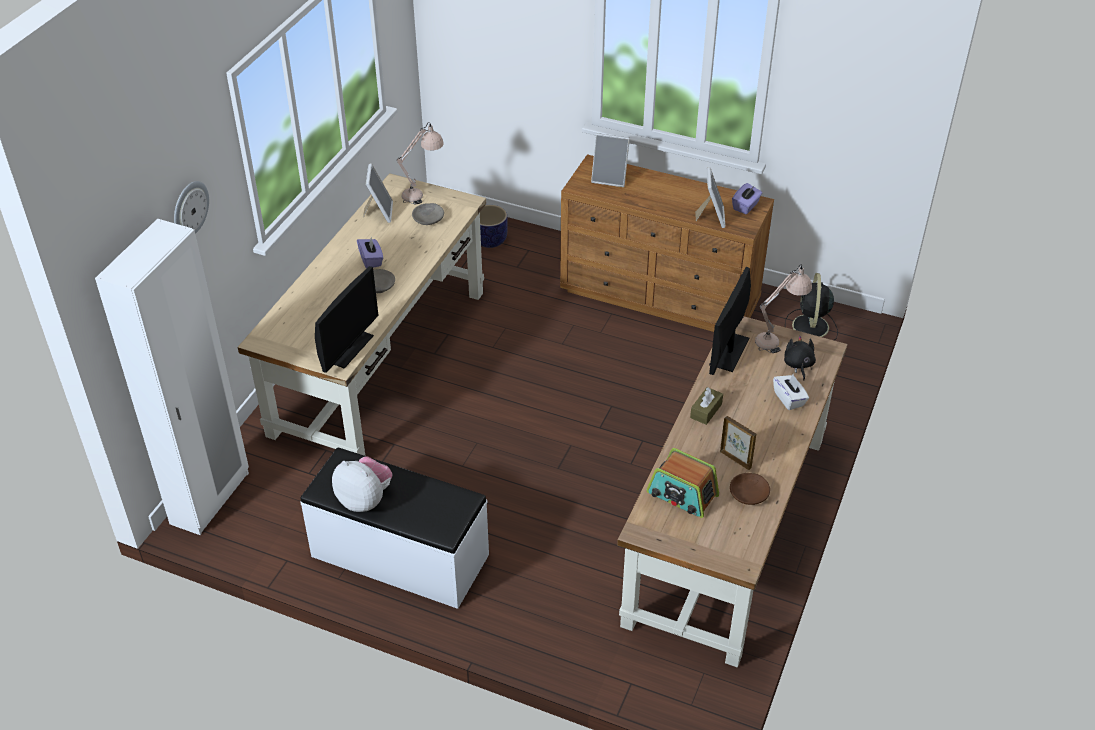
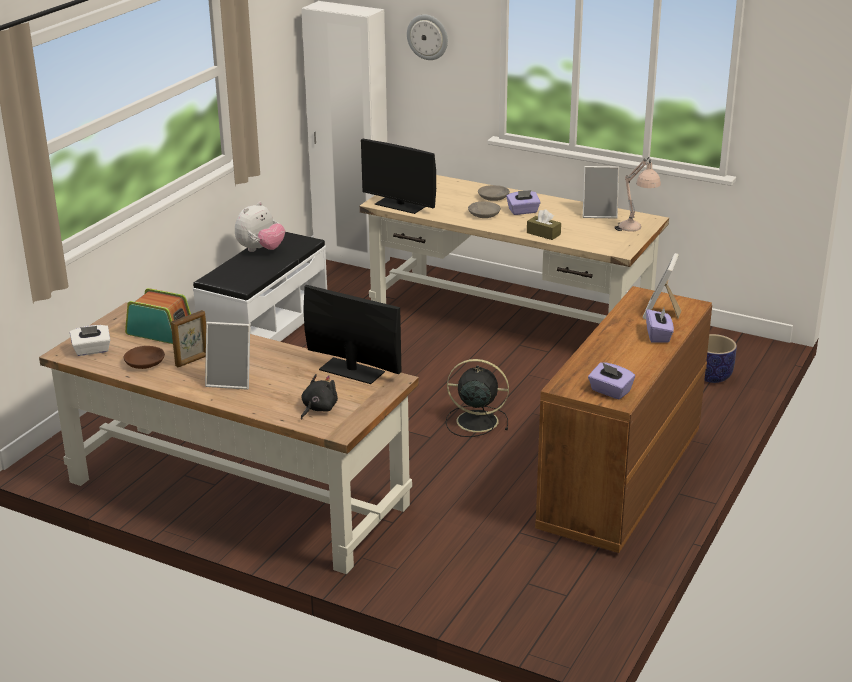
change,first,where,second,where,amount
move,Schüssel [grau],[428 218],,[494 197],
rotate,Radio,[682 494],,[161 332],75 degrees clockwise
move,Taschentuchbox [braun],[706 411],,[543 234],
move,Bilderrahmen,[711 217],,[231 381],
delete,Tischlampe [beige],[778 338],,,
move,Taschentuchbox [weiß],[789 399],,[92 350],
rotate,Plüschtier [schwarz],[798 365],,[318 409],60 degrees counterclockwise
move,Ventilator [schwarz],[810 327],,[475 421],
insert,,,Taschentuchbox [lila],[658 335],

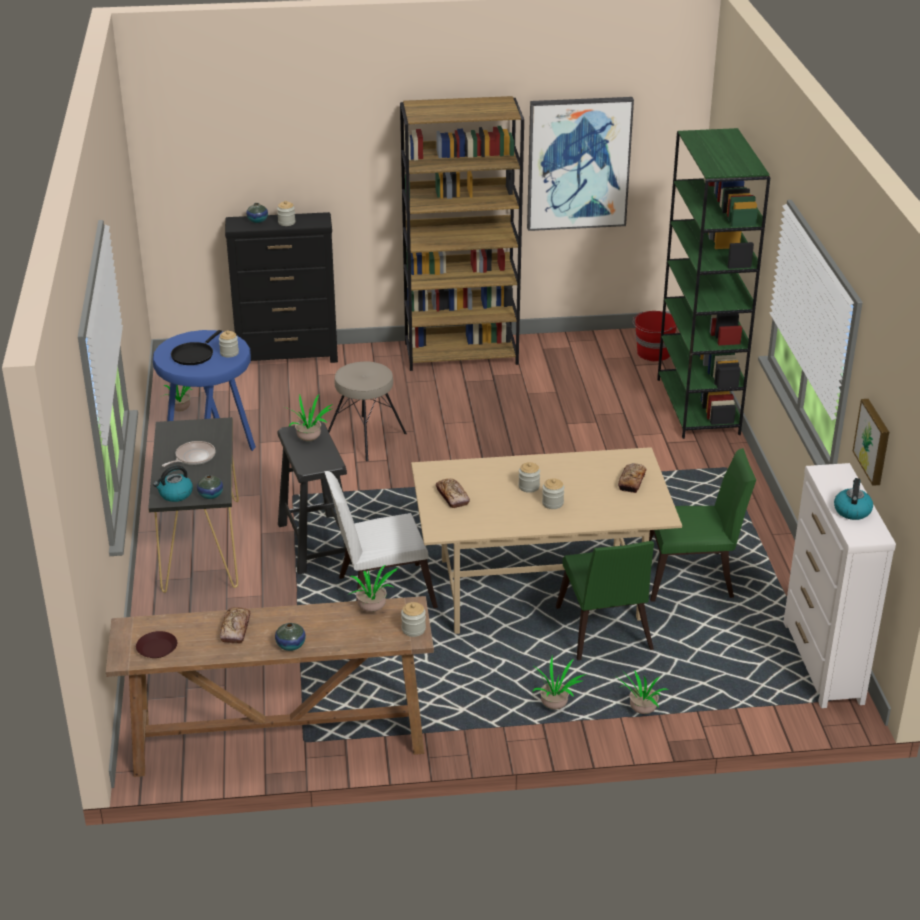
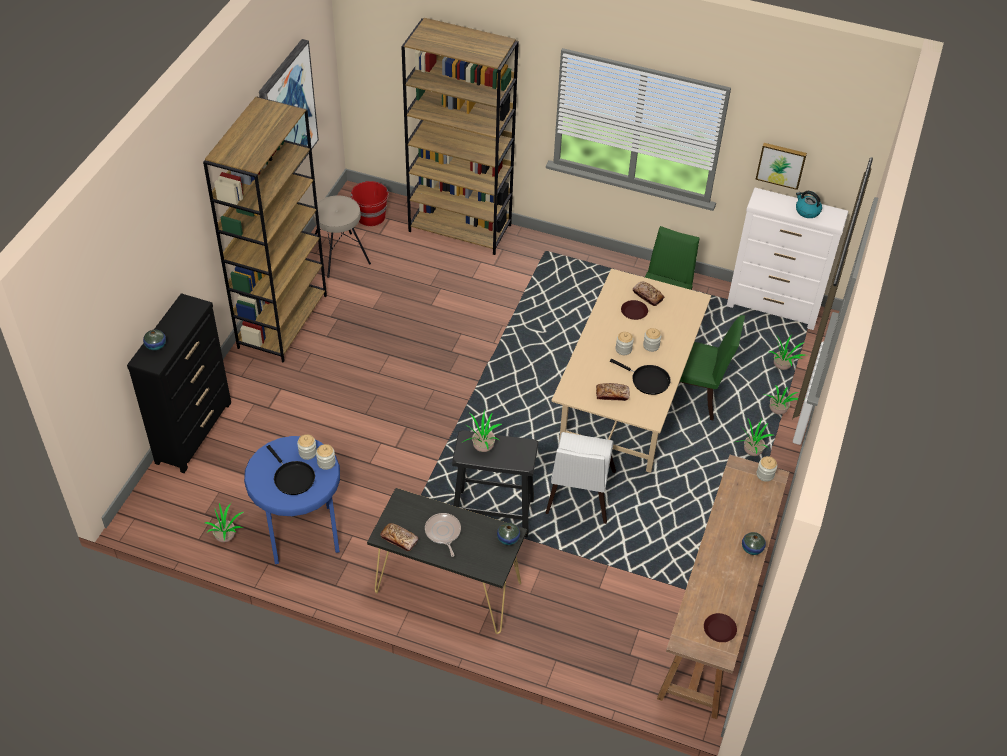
change,first,where,second,where,amount
delete,Wasserkessel,[175 494],,,
move,Brot,[235 629],,[399 539],
move,Vorratsglas,[286 222],,[326 462],
move,Hocker [beige],[365 438],,[340 254],
move,Topfpflanze,[373 610],,[782 366],
recolor,Bücherregal [grün],[698 406],Bücherregal [braun],[460 228],
insert,,,Pfanne [schwarz],[647 380],
insert,,,Teller [braun],[634 312],

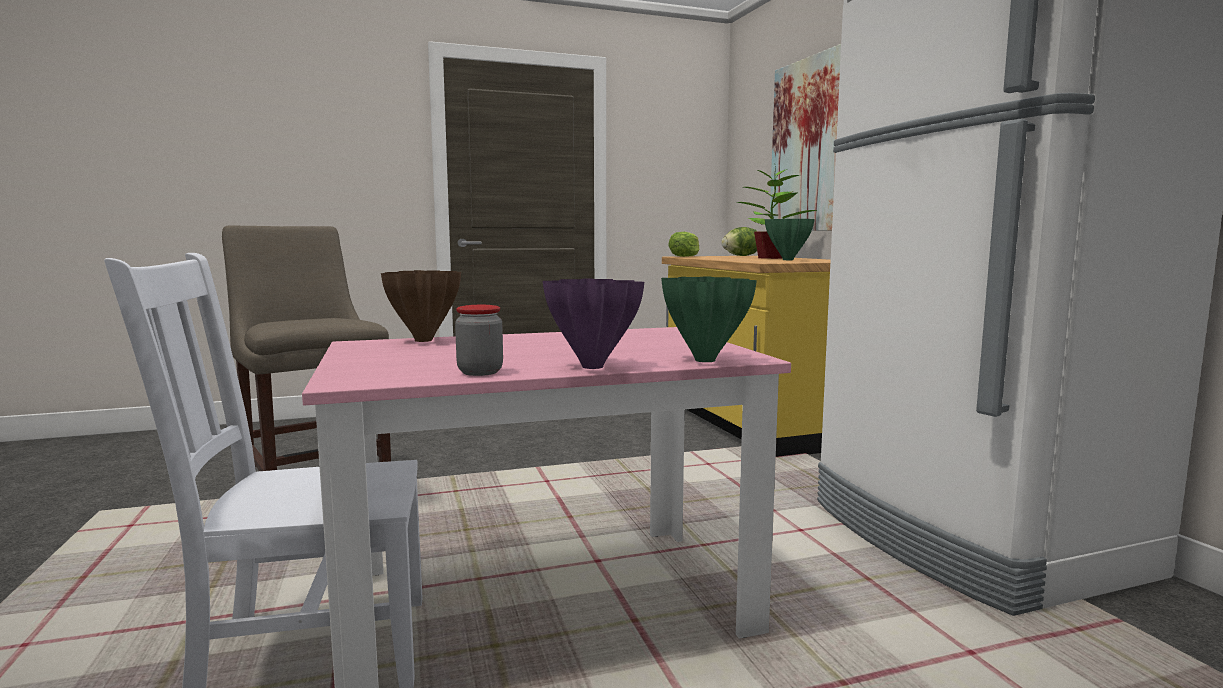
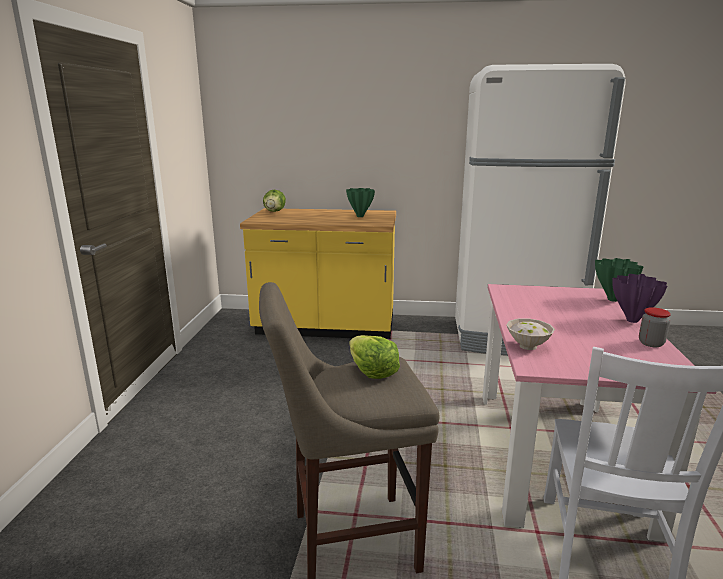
change,first,where,second,where,amount
replace,Vase [braun],[423 340],Schüssel [weiß],[527 346],
move,Salatkopf,[685 256],,[372 371],
delete,Topfpflanze,[770 258],,,
delete,Bild,[807 146],,,

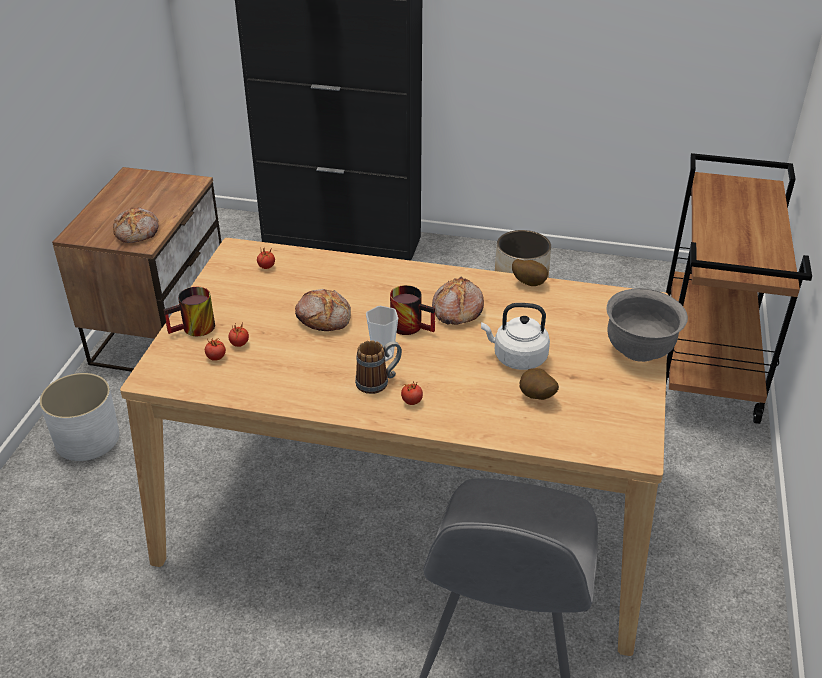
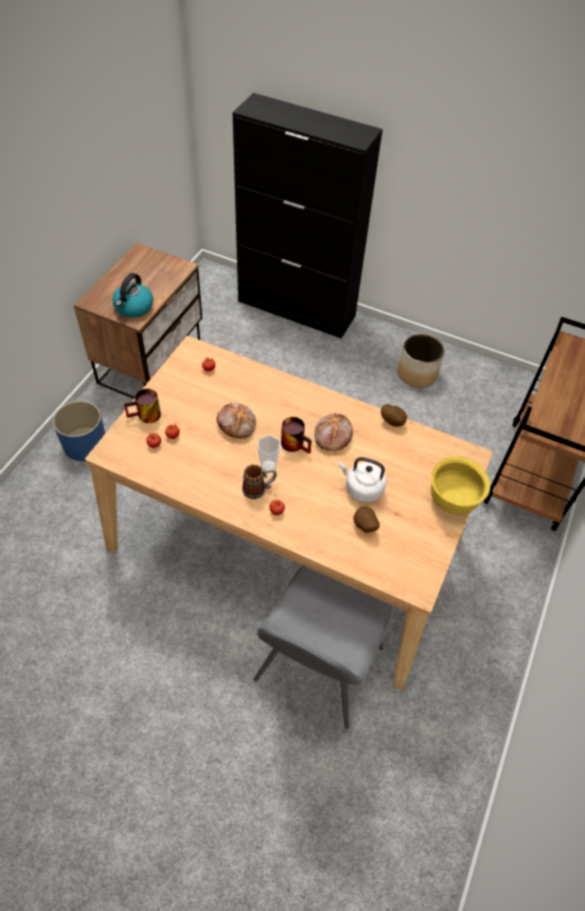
change,first,where,second,where,amount
recolor,Pflanzkübel [weiß],[87 439],Pflanzkübel [blau],[84 444],
replace,Brot,[138 232],Wasserkessel,[133 307],
recolor,Schüssel [grau],[639 350],Schüssel [gelb],[452 500],

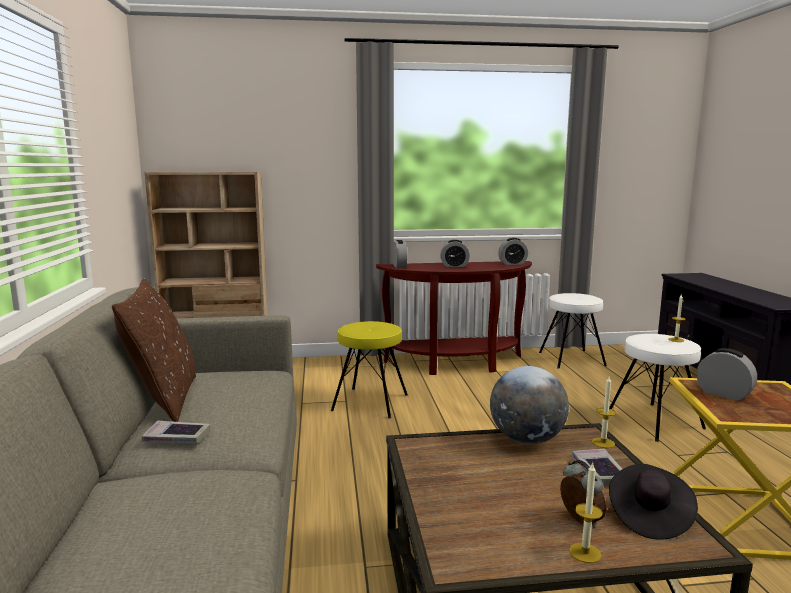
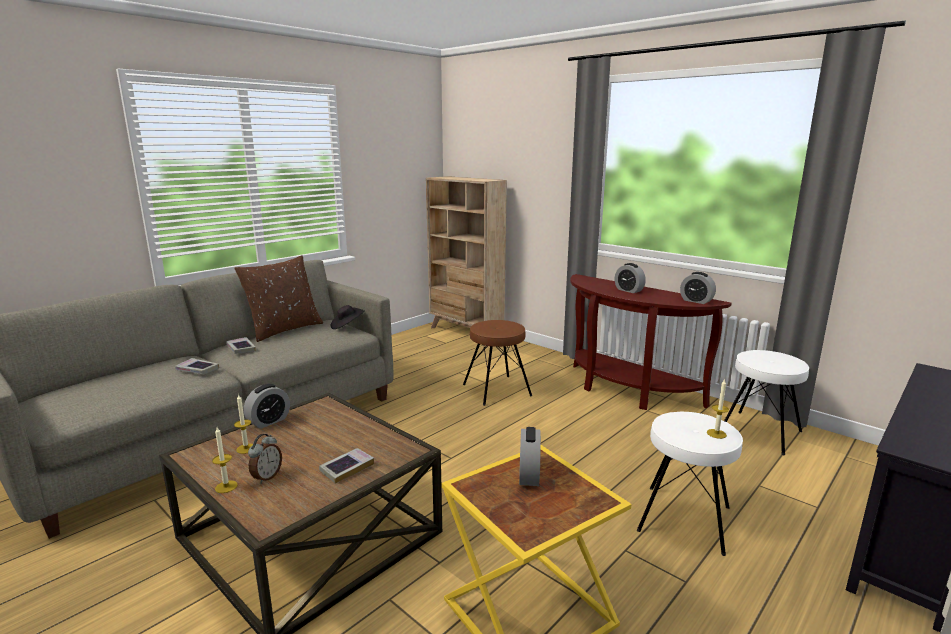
change,first,where,second,where,amount
recolor,Hocker [gelb],[370 402],Hocker [braun],[496 390],
move,Wecker,[399 266],,[269 421],
delete,Globus,[526 440],,,
move,Kerze,[603 443],,[246 448],
move,Hut [schwarz],[648 517],,[347 326],
insert,,,Buch,[197 370],

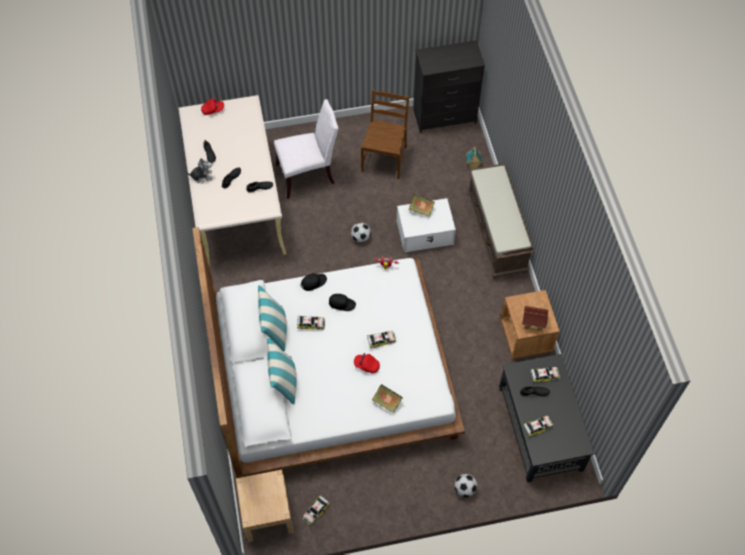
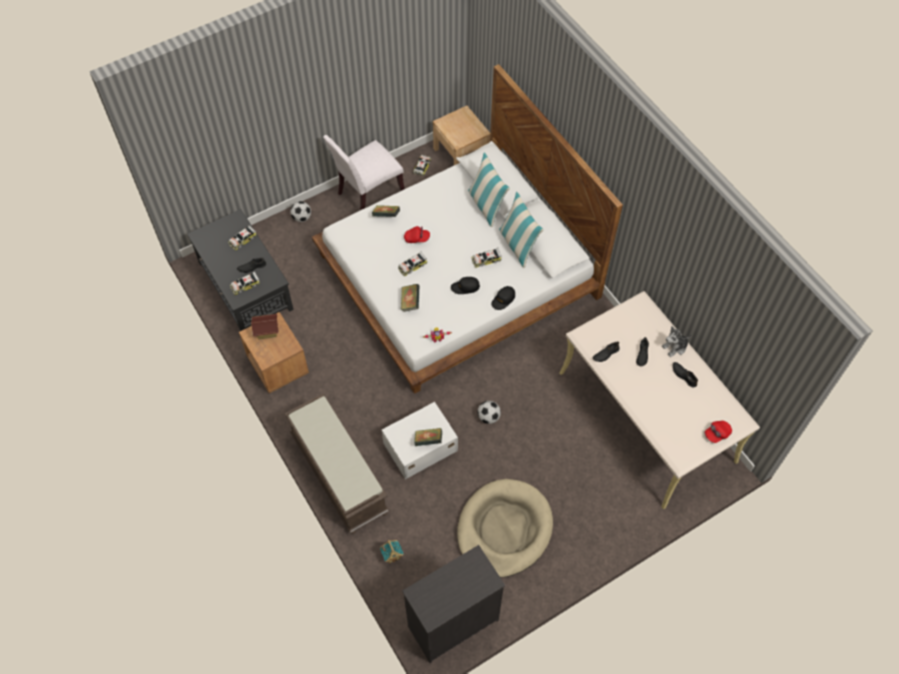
change,first,where,second,where,amount
move,Stuhl [weiß],[308 174],,[368 194],
replace,Stuhl [braun],[384 158],Hundebett [beige],[504 529],
insert,,,Buch,[410 302],

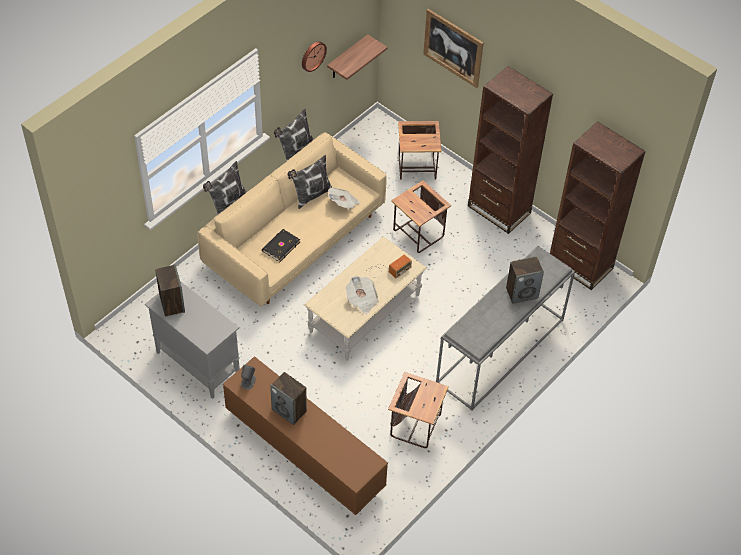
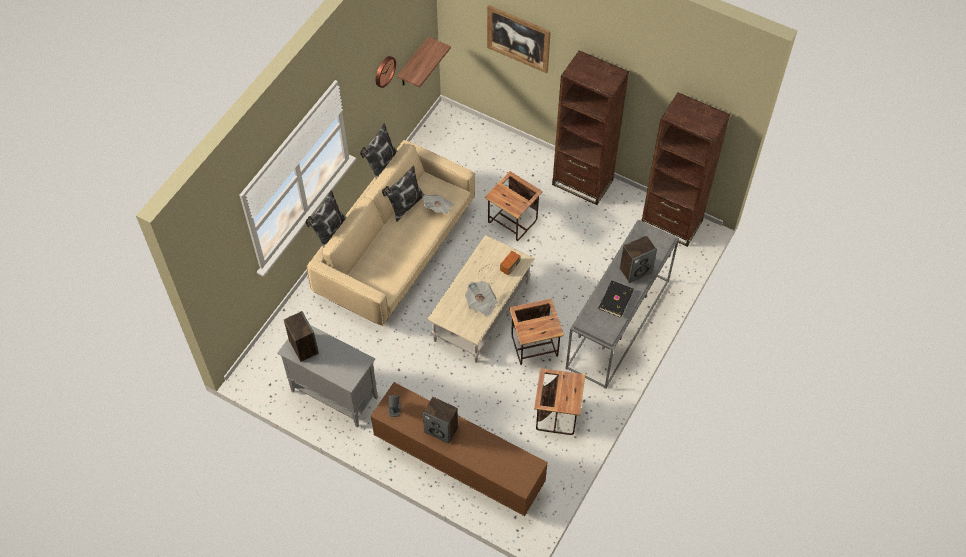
change,first,where,second,where,amount
move,Buch [schwarz],[280 246],,[615 300],
move,Beistelltisch,[418 168],,[535 346],

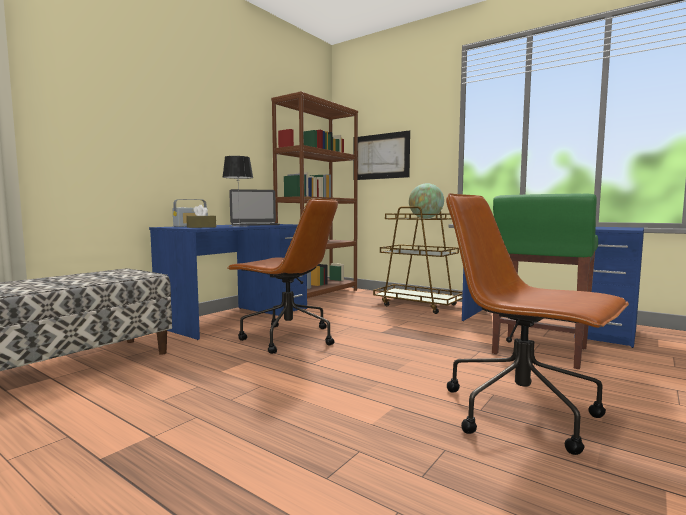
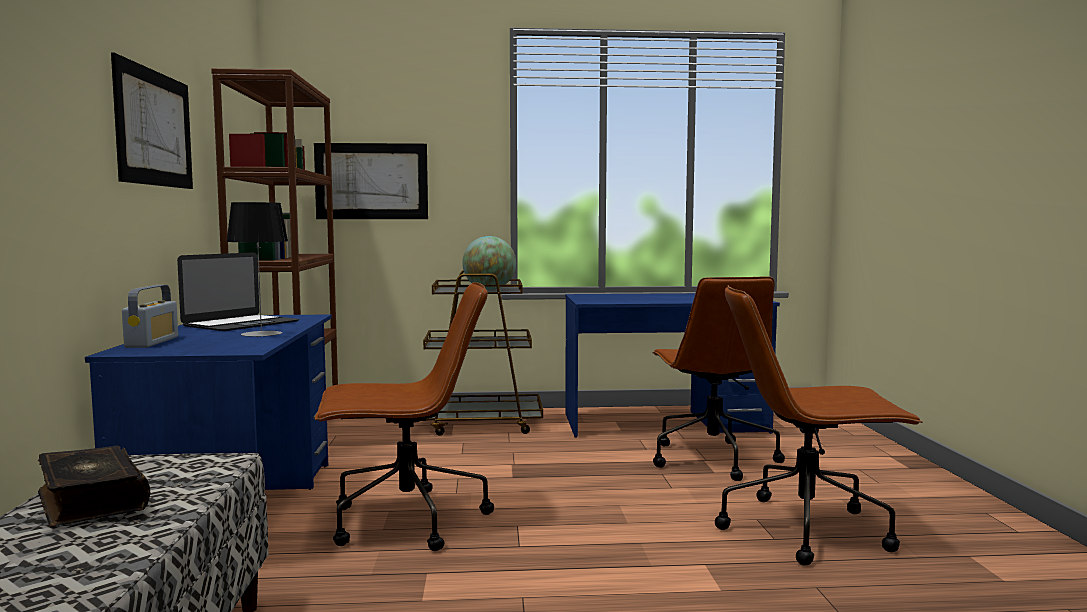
change,first,where,second,where,amount
delete,Taschentuchbox [braun],[201 227],,,
replace,Hocker [grün],[539 351],Bürostuhl [braun],[711 458],
insert,,,Buch,[90 501],
insert,,,Bild,[155 128],

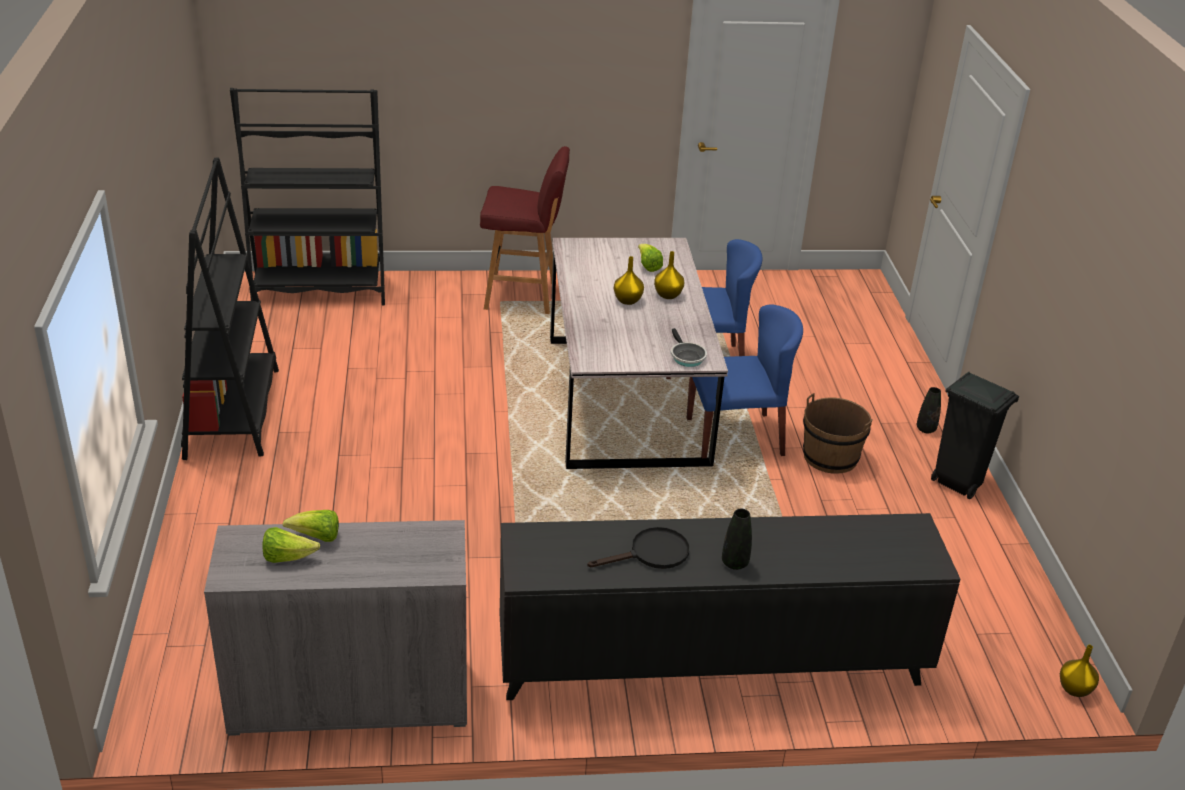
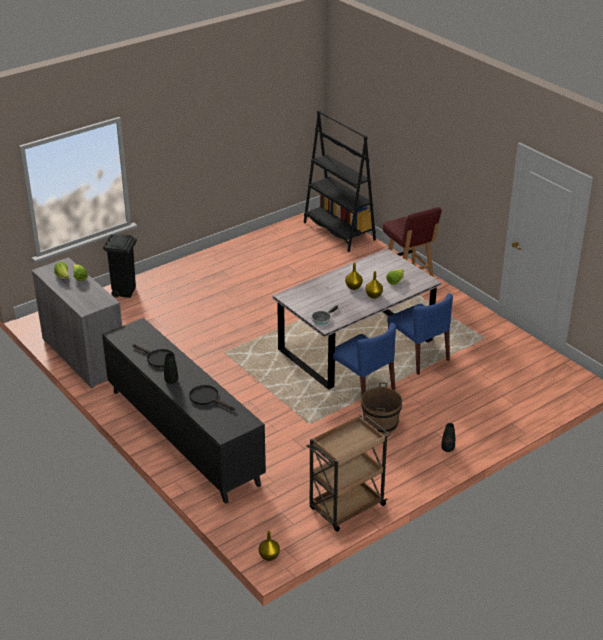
change,first,where,second,where,amount
delete,Bücherregal [schwarz],[233 413],,,
move,Mülleimer [schwarz],[957 483],,[124 292],
insert,,,Pfanne [schwarz],[207 398],
insert,,,Rollwagen [braun],[346 508],

